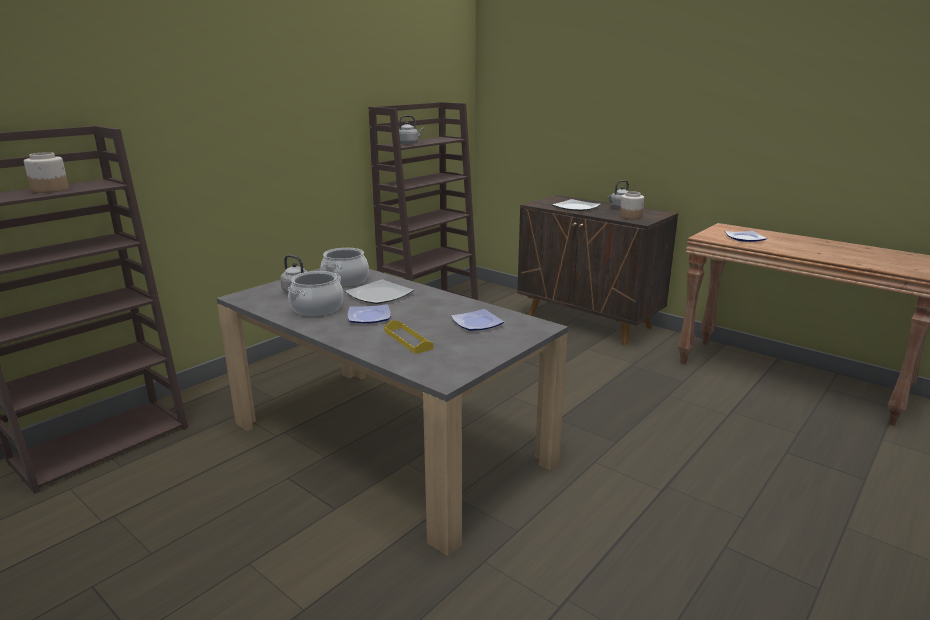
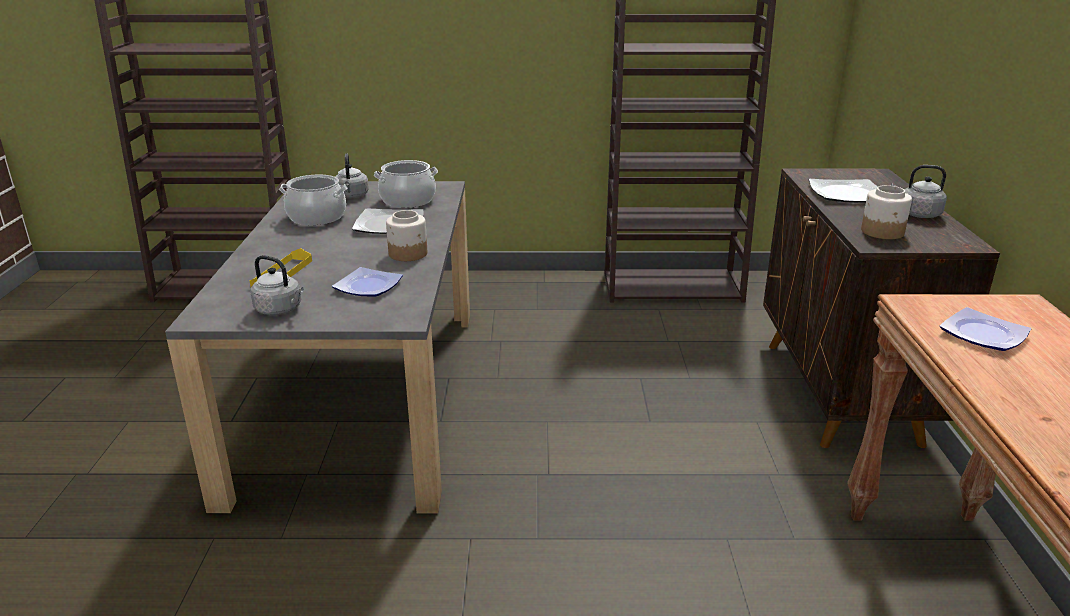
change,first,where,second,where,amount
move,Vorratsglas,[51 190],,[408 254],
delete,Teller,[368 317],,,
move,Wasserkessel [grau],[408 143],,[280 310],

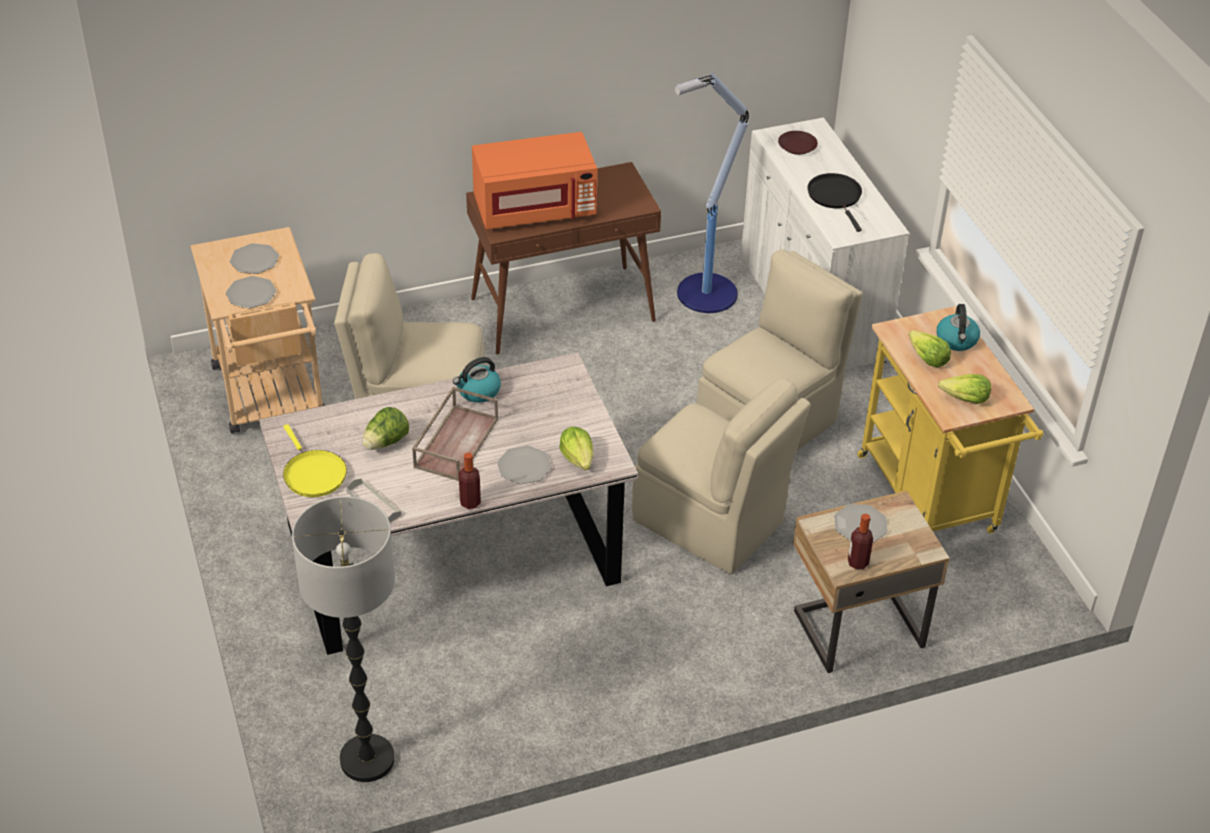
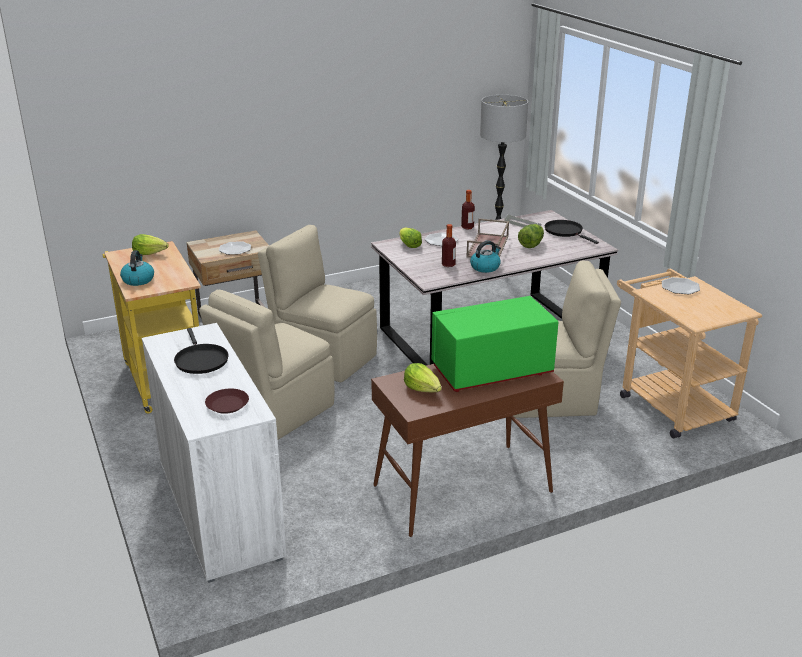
change,first,where,second,where,amount
delete,Teller,[254 260],,,
recolor,Pfanne [gelb],[313 474],Pfanne [schwarz],[565 232],
recolor,Mikrowelle [orange],[535 208],Mikrowelle [grün],[491 371],
delete,Stehlampe,[705 294],,,
move,Flasche,[858 562],,[448 265],
move,Salatkopf,[927 358],,[423 389],

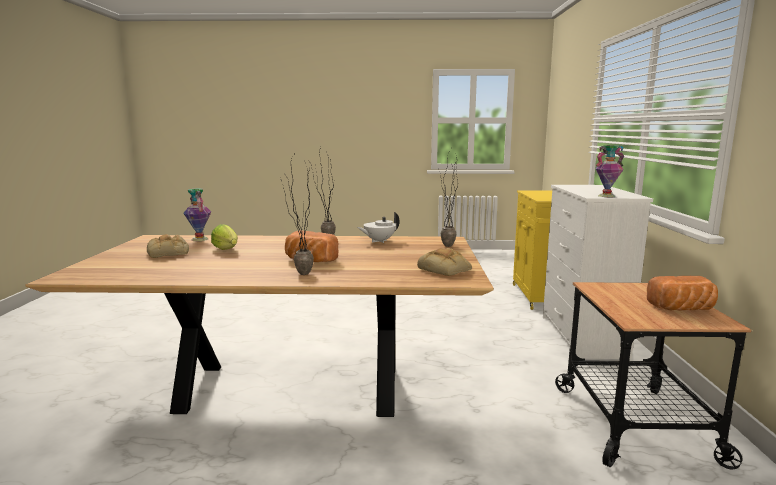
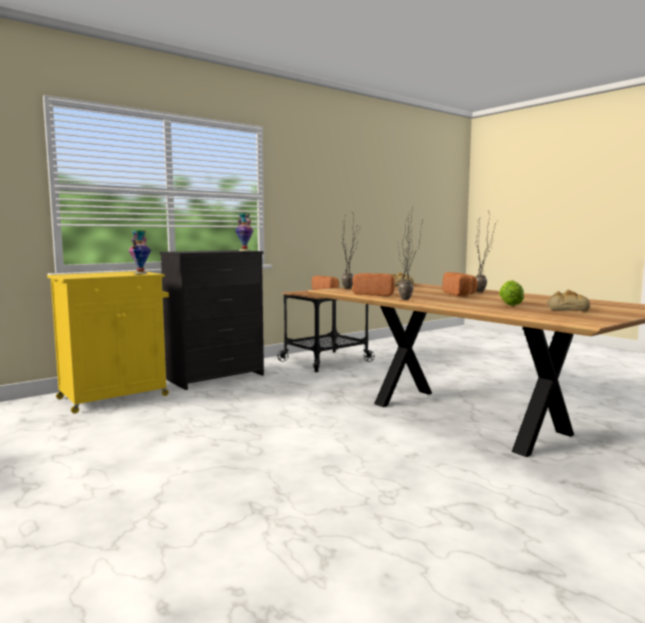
change,first,where,second,where,amount
move,Vase,[199 239],,[141 273],
replace,Teekanne [weiß],[379 241],Brot,[375 294],
recolor,Kommode [weiß],[582 336],Kommode [schwarz],[217 377],

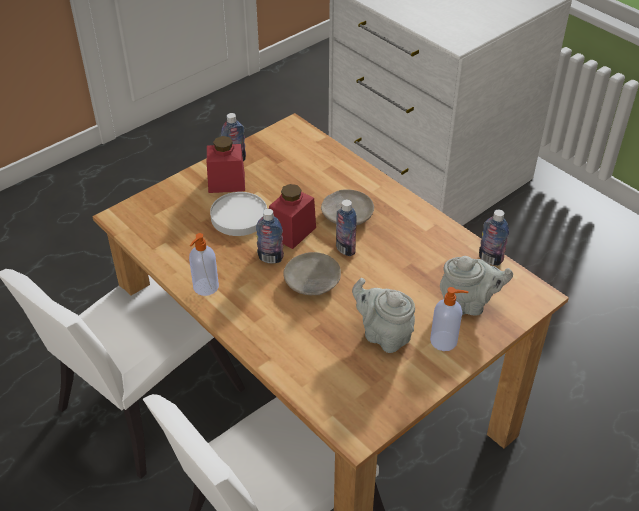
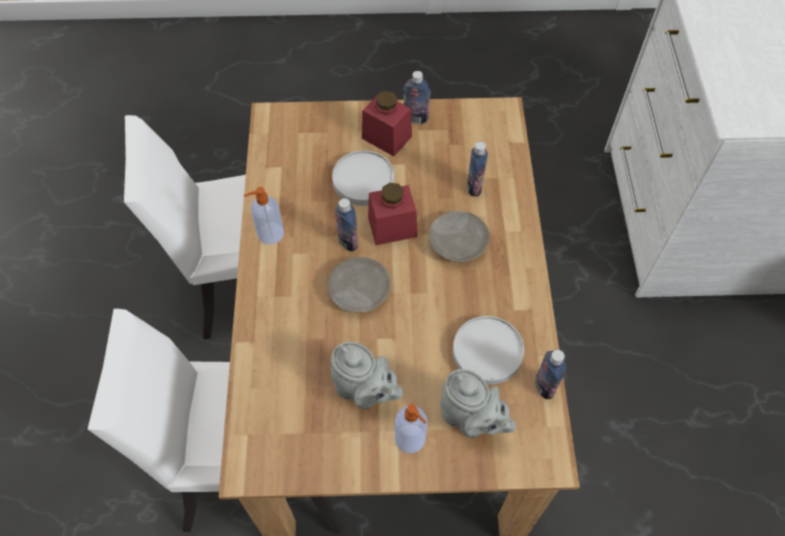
change,first,where,second,where,amount
move,Flasche,[345 249],,[474 187],
rotate,Teekanne [grau],[383 335],,[364 391],135 degrees clockwise
insert,,,Teller [weiß],[486 352],

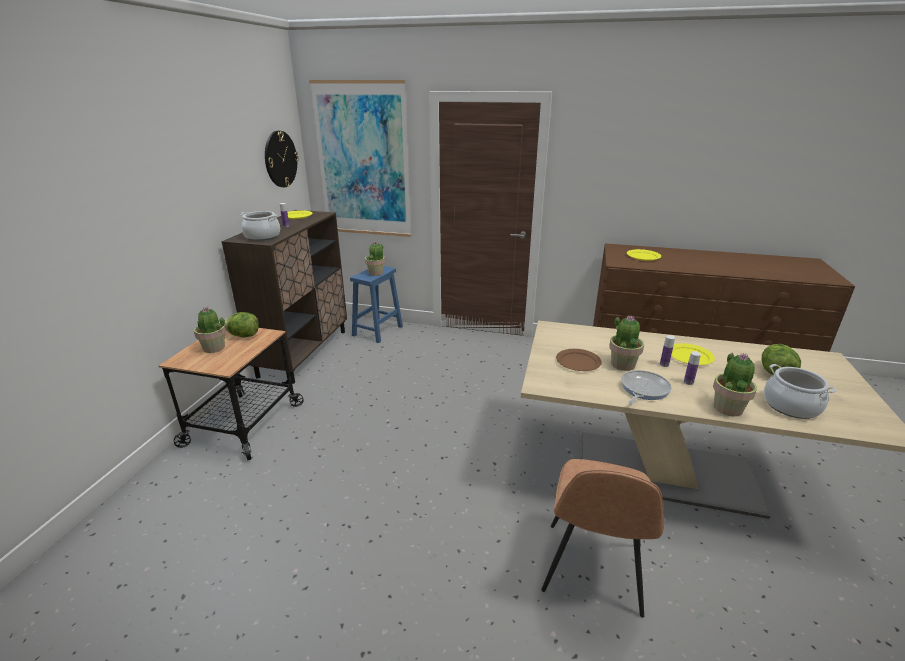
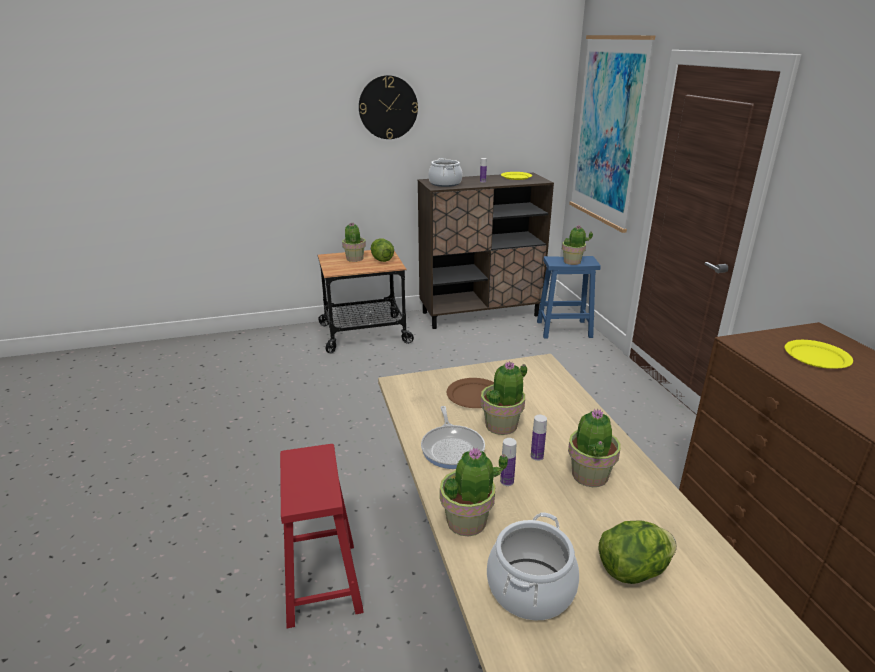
change,first,where,second,where,amount
move,Wanduhr,[280 159],,[388 107],
replace,Stuhl [braun],[592 570],Hocker [rot],[322 581],
rotate,Pfanne,[643 389],,[452 448],75 degrees clockwise
replace,Teller [gelb],[689 356],Topfpflanze,[589 476],

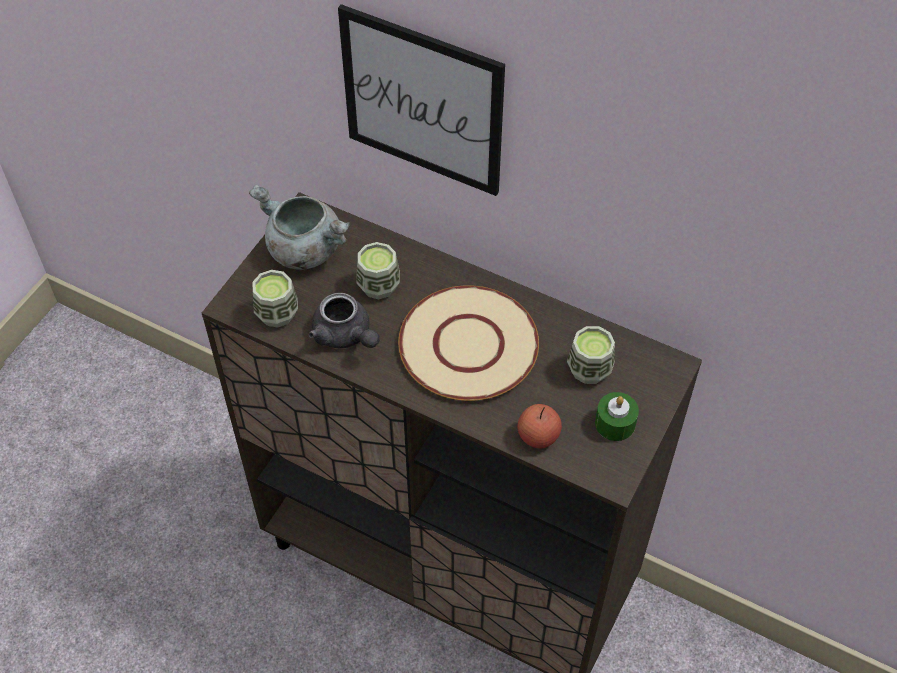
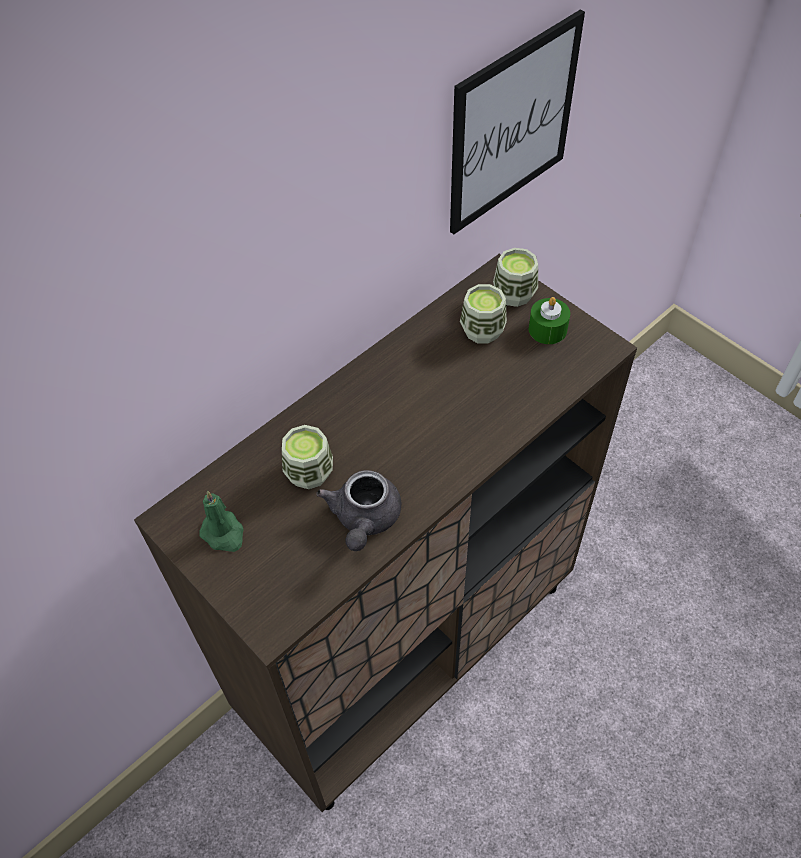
change,first,where,second,where,amount
replace,Kochtopf [grau],[303 250],Kerze [grün],[224 534],
move,Tasse,[277 313],,[514 294],
rotate,Teekanne [grau],[345 336],,[364 519],120 degrees clockwise
move,Bild,[422 101],,[512 125],
delete,Teller [beige],[468 344],,,
delete,Apfel,[538 436],,,

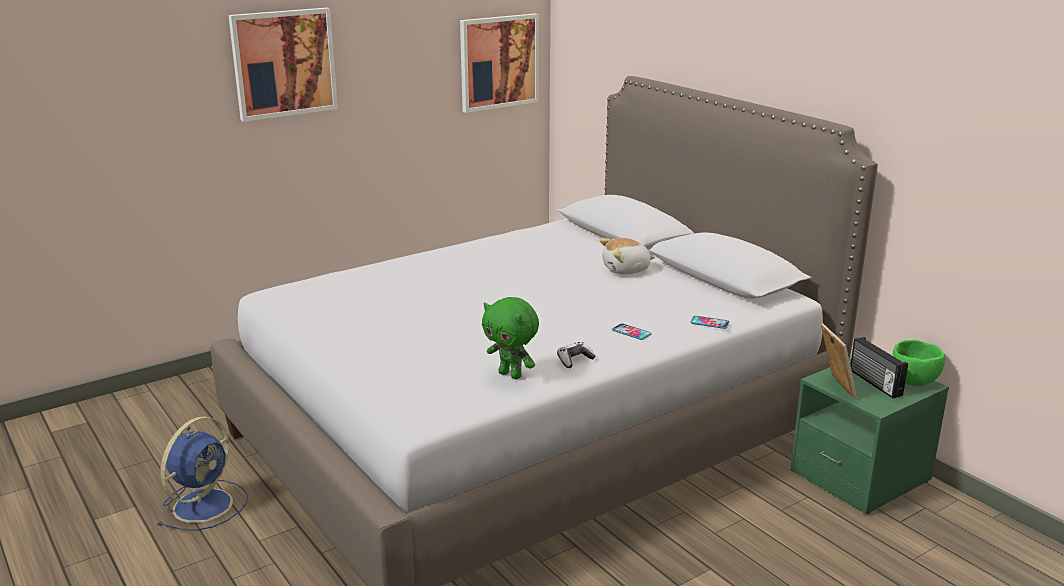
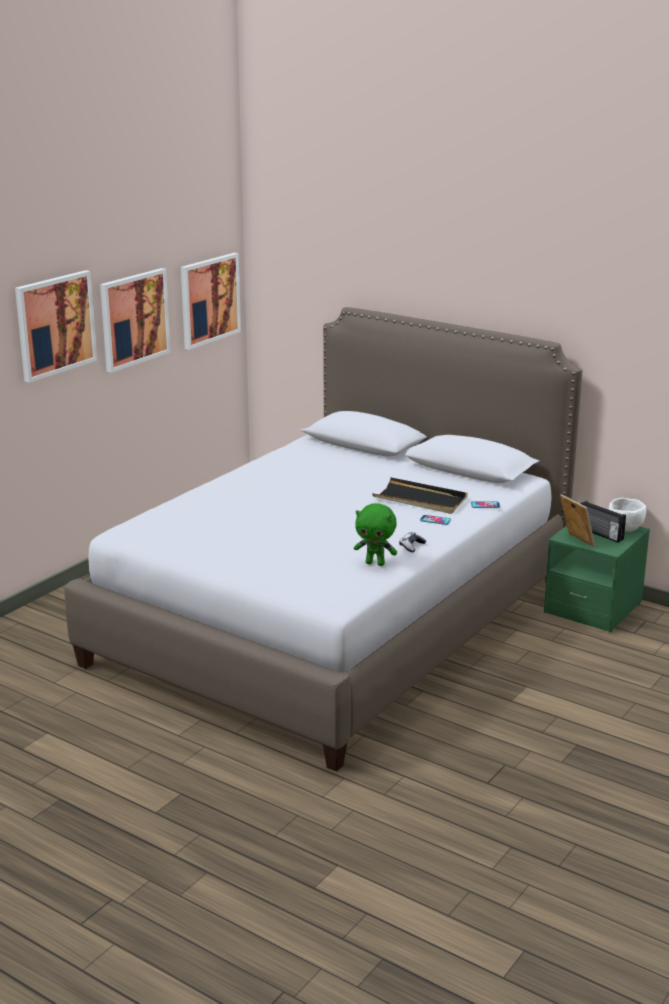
change,first,where,second,where,amount
delete,Ventilator [blau],[205 504],,,
delete,Plüschtier,[626 270],,,
recolor,Schüssel [grün],[914 380],Schüssel [weiß],[625 528],
insert,,,Bild,[134 319],
insert,,,Tablett [schwarz],[420 499],

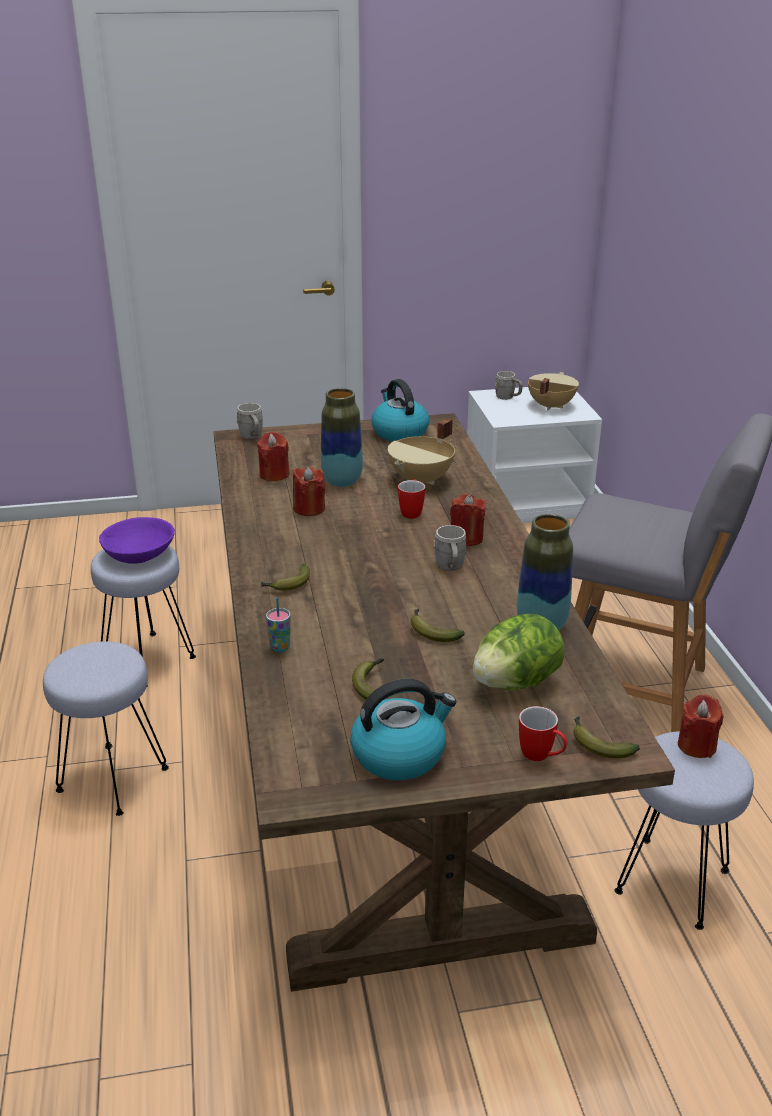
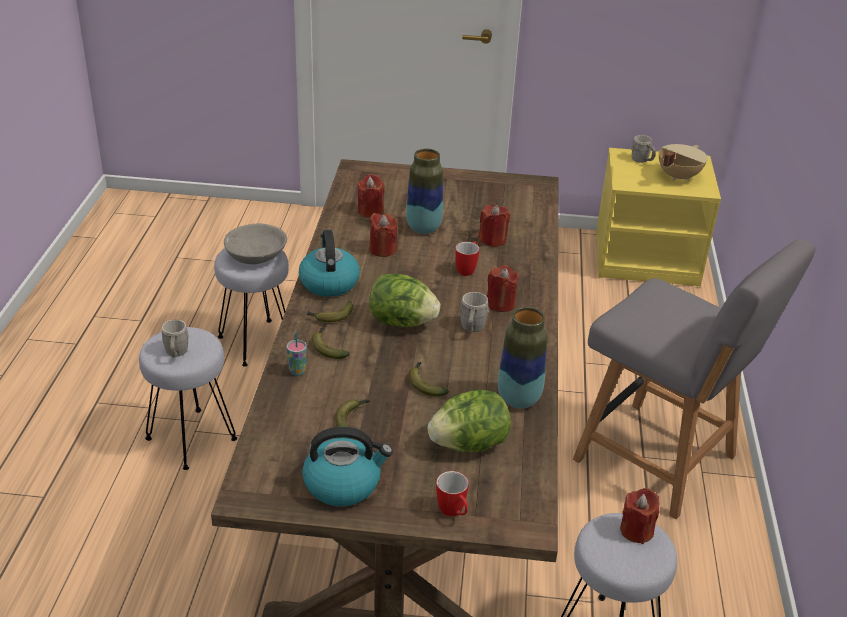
change,first,where,second,where,amount
recolor,Schüssel [lila],[139 553],Schüssel [grau],[256 255],
move,Henkelbecher [grau],[252 437],,[176 354],
move,Wasserkessel,[399 432],,[328 282],
replace,Kochtopf [beige],[422 480],Kerze [rot],[492 240],
recolor,Nachttisch [weiß],[527 501],Nachttisch [gelb],[647 258],
move,Banane,[598 744],,[327 347],
insert,,,Salatkopf,[401 322],

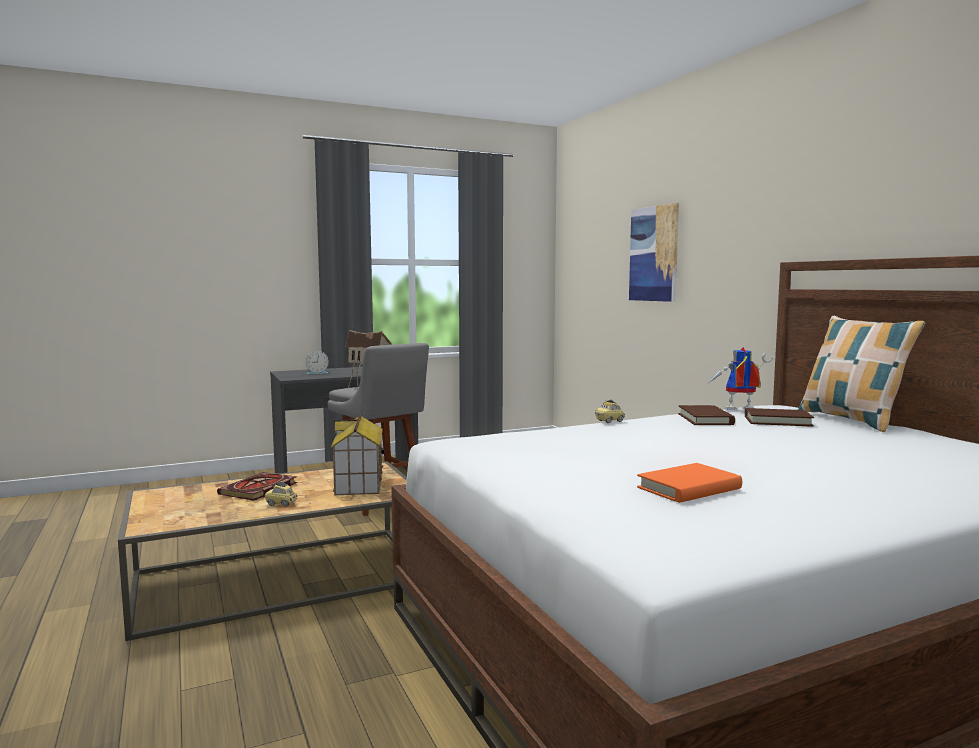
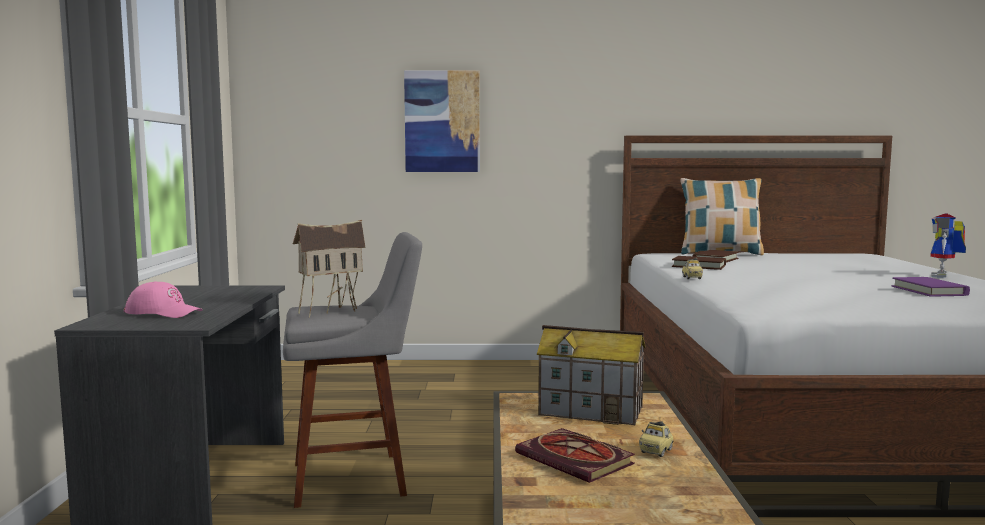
change,first,where,second,where,amount
replace,Wecker,[317 373],Kappe [rosa],[164 312],
recolor,Buch [orange],[689 488],Buch [lila],[929 291],
move,Spielzeugroboter,[738 410],,[944 276],

